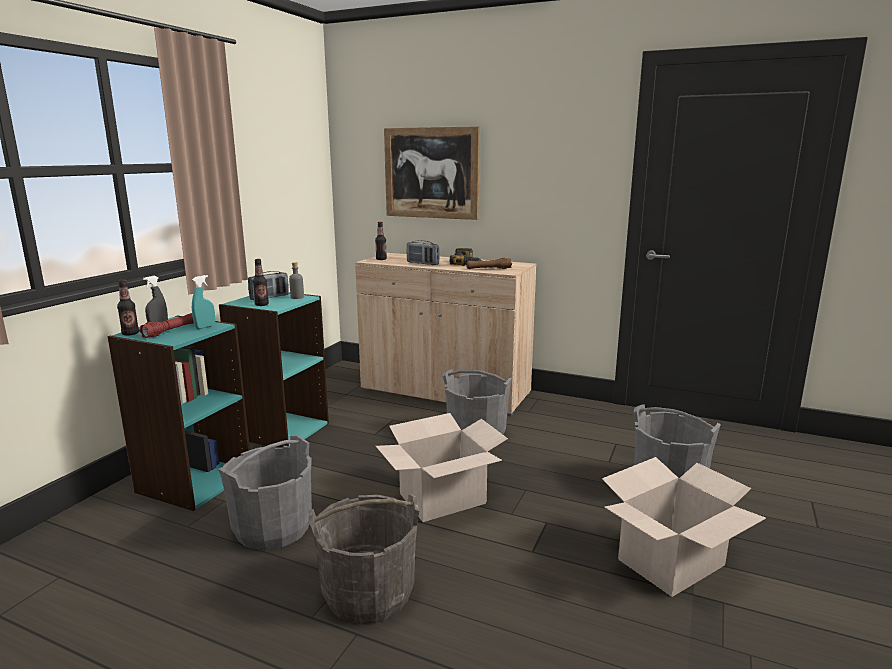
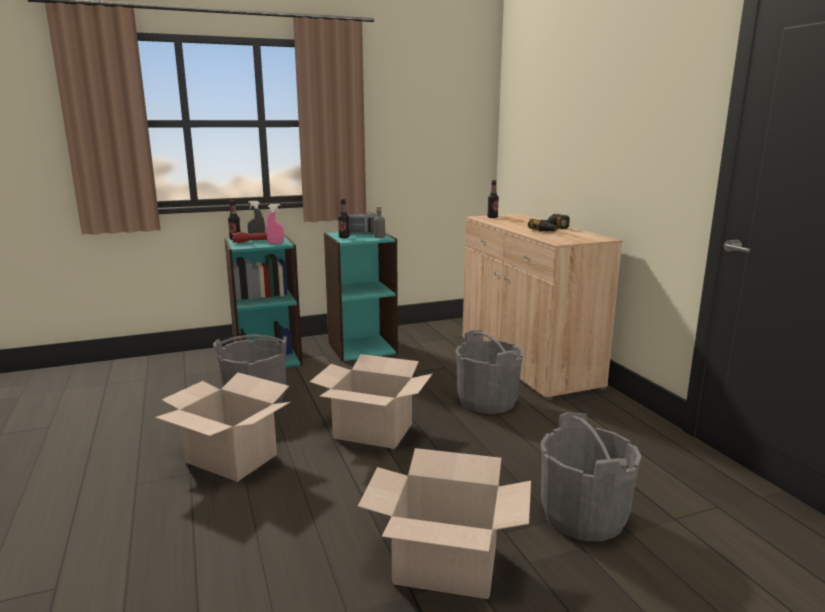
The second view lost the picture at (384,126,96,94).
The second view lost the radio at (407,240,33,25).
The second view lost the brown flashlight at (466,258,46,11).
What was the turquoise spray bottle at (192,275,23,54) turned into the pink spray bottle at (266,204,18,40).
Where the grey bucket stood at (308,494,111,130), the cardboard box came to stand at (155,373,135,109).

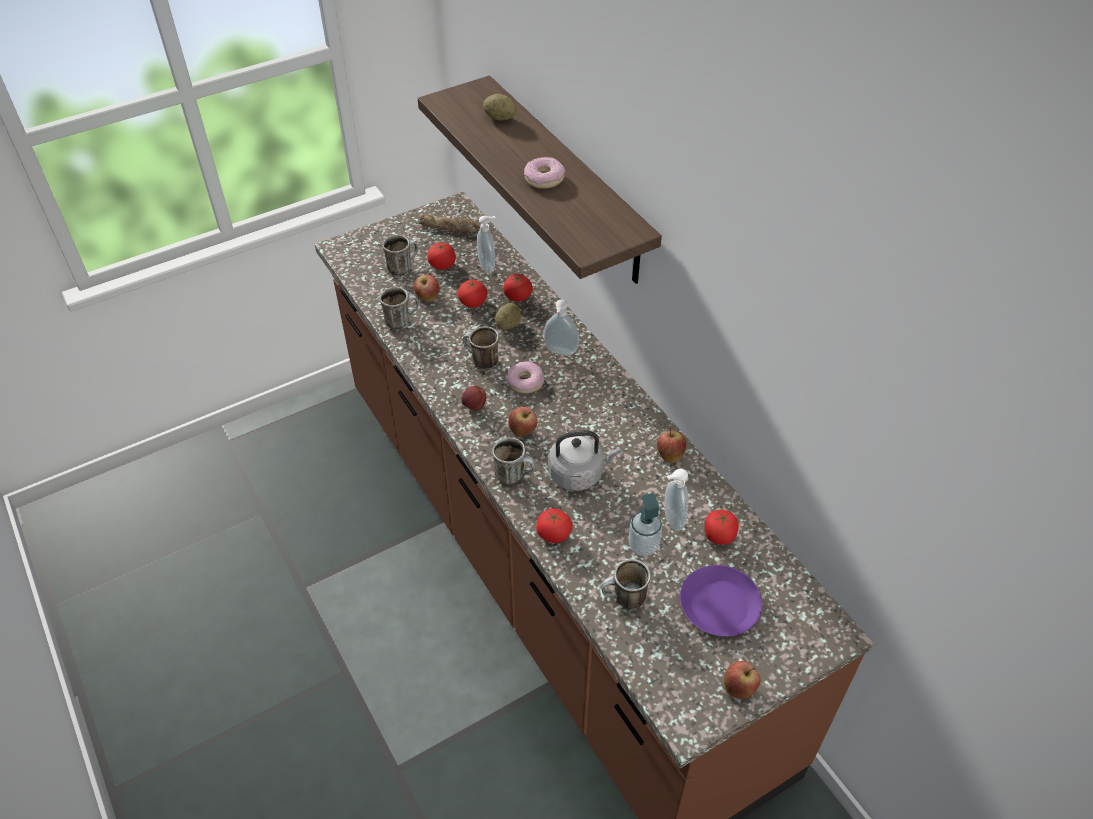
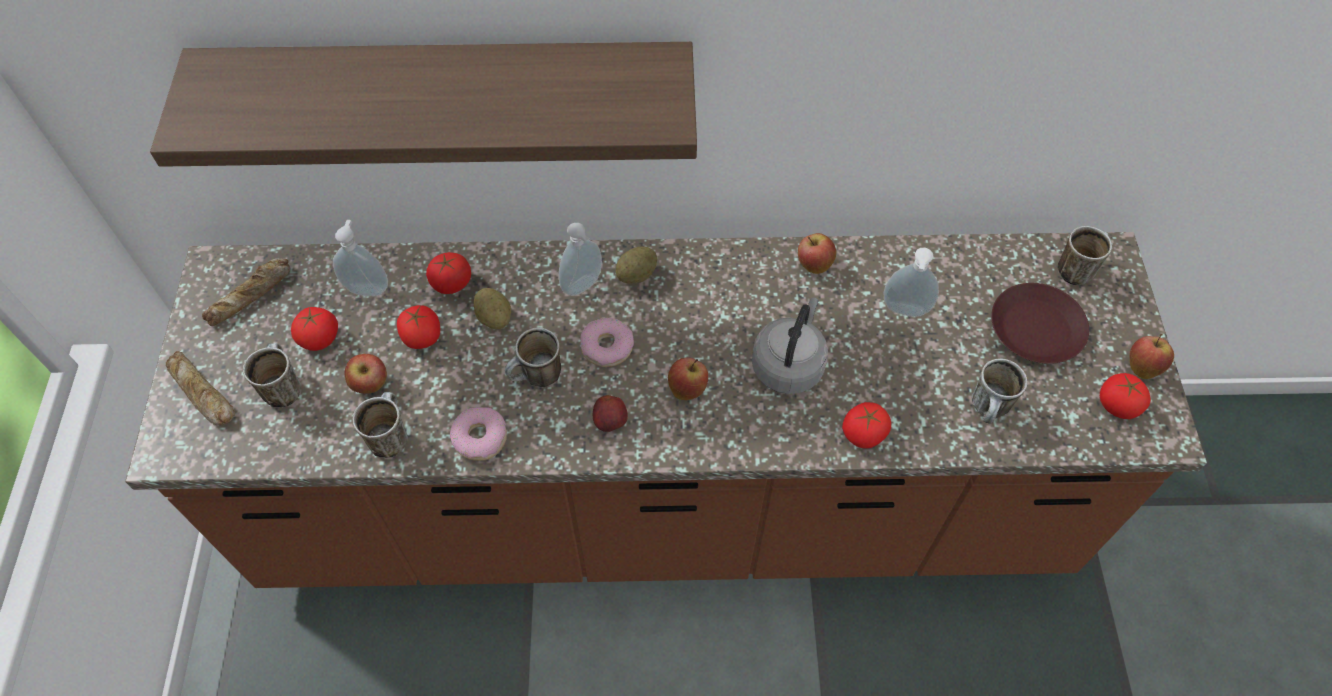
The potato ended up elsewhere, having gone from (483,94,34,27) to (616,246,41,38).
The donut ended up elsewhere, having gone from (524,157,41,32) to (450,407,57,54).
The mug ended up elsewhere, having gone from (492,437,44,47) to (1058,226,54,59).
The second view lost the soap dispenser at (628,493,34,63).
The tomato ended up elsewhere, having gone from (705,510,34,35) to (1100,373,51,46).
What was the purple plate at (680,565,82,71) turned into the brown plate at (991,283,98,81).
The second view gained the bread at (166,351,69,75).

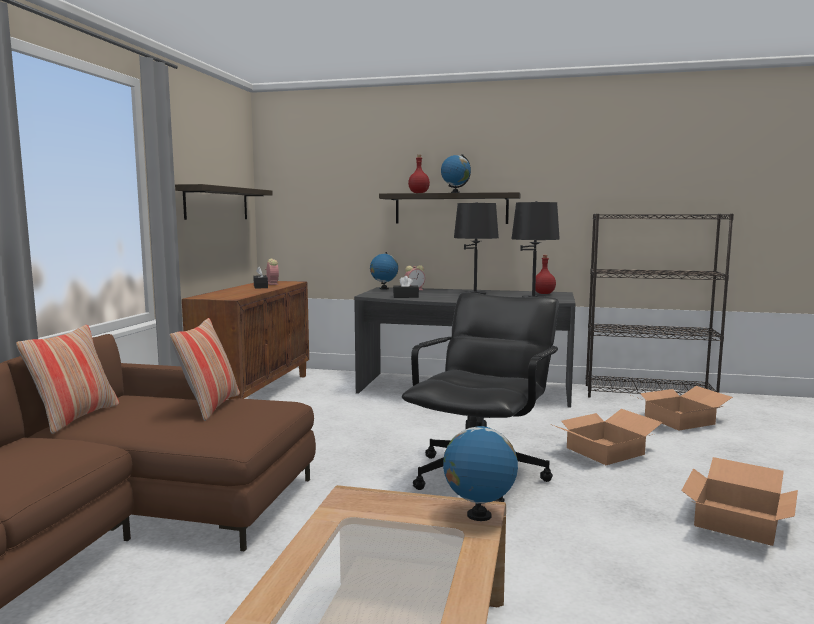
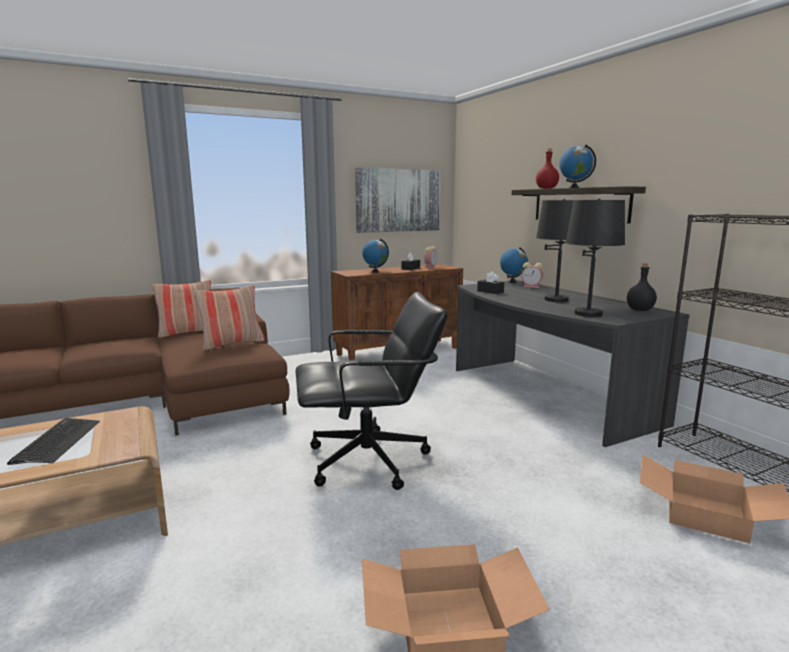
Where the shelf hung at (175,184,98,36), the picture came to hang at (355,168,86,65).
What was the red bottle at (535,255,21,39) turned into the black bottle at (627,263,30,48).
The second view lost the cardboard box at (553,409,110,56).
The globe ended up elsewhere, having gone from (443,420,75,101) to (362,239,27,34).
The second view gained the keyboard at (7,418,93,47).

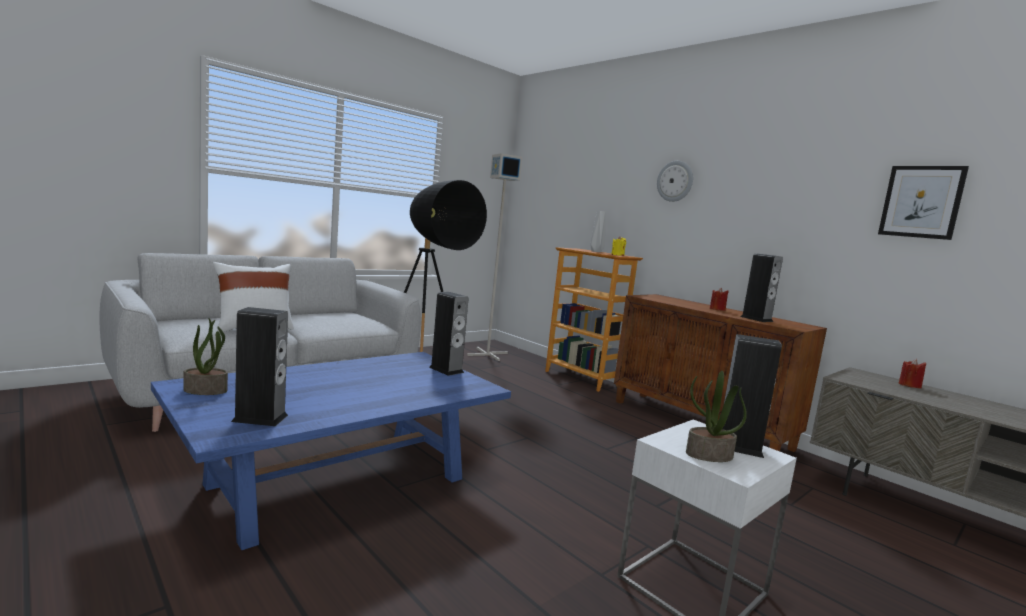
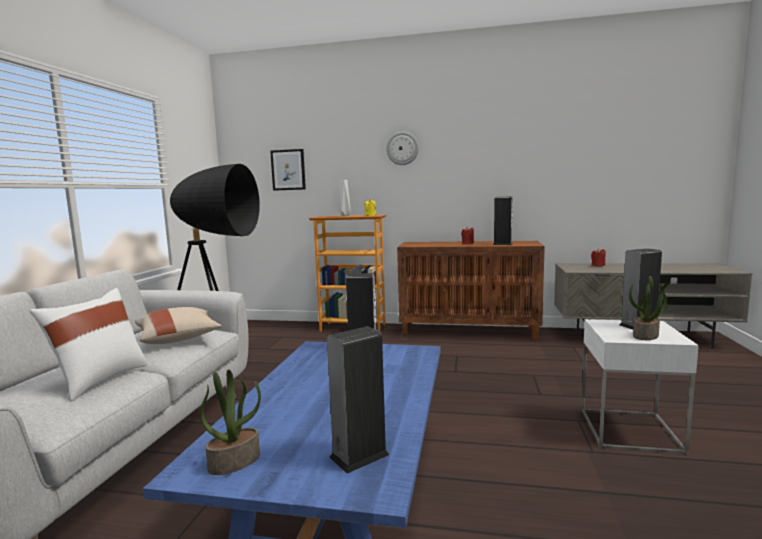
The second view lost the grey floor lamp at (467,153,55,208).
The picture ended up elsewhere, having gone from (878,166,91,74) to (270,149,36,42).
The second view gained the beige pillow at (135,307,87,37).

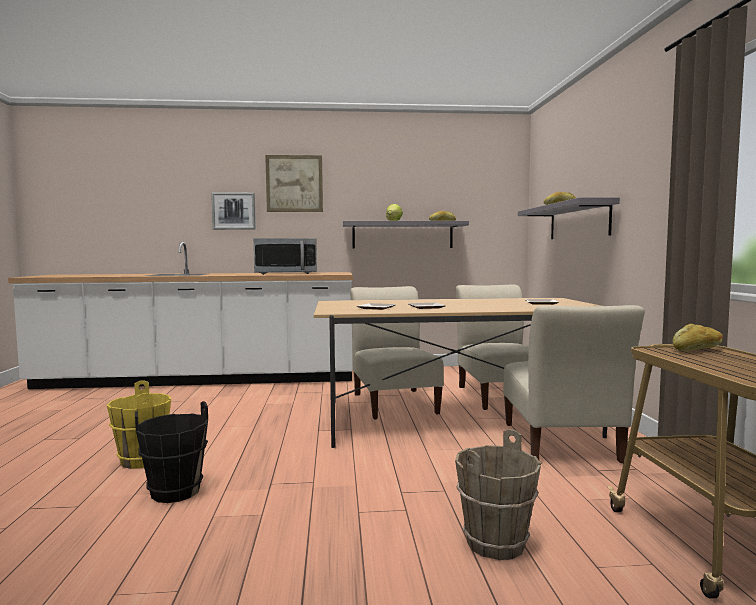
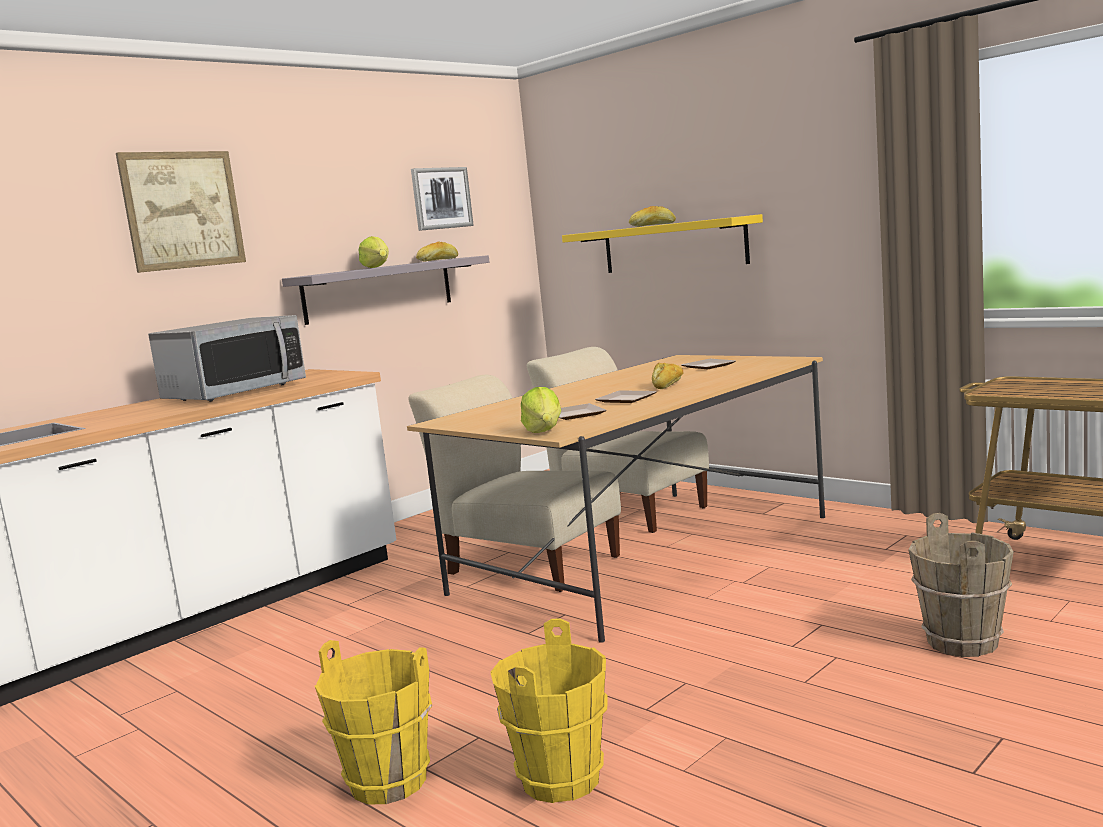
The picture ended up elsewhere, having gone from (211,192,45,38) to (411,167,63,64).
What was the grey shelf at (518,197,102,42) turned into the yellow shelf at (562,214,201,59).
The second view lost the beige chair at (503,305,142,158).
The bread ended up elsewhere, having gone from (672,323,51,28) to (652,363,31,26).
What was the black bucket at (135,401,73,102) turned into the yellow bucket at (490,619,118,184).
The second view gained the lettuce at (521,387,40,46).

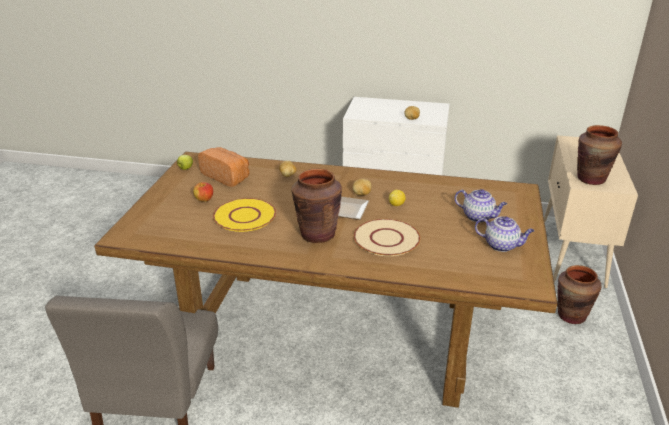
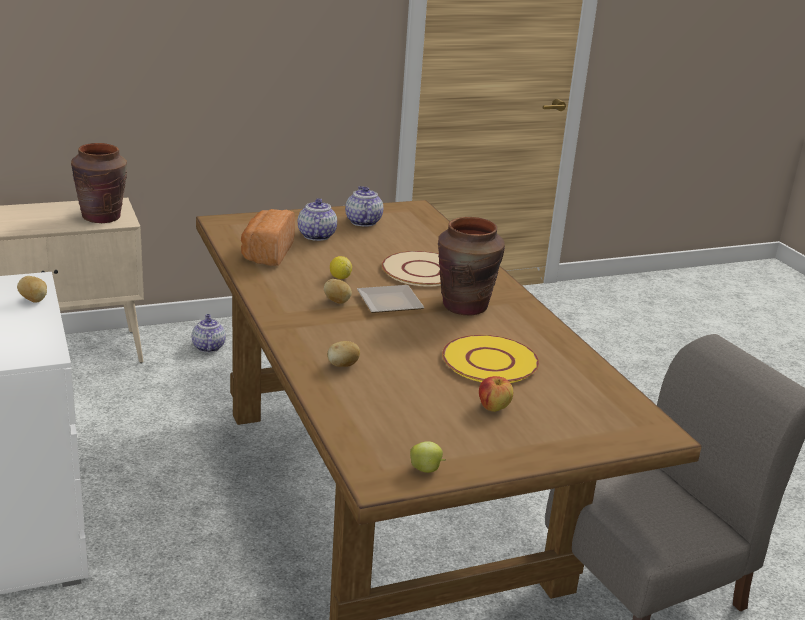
The bread ended up elsewhere, having gone from (198,147,51,40) to (241,209,54,57).
Where the brown vase stood at (557,265,45,59), the teapot came to stand at (192,314,34,38).

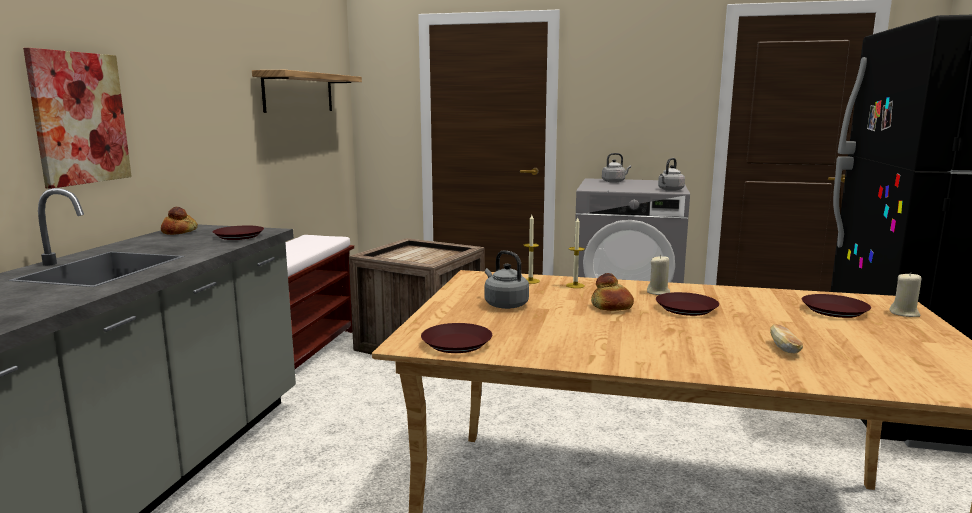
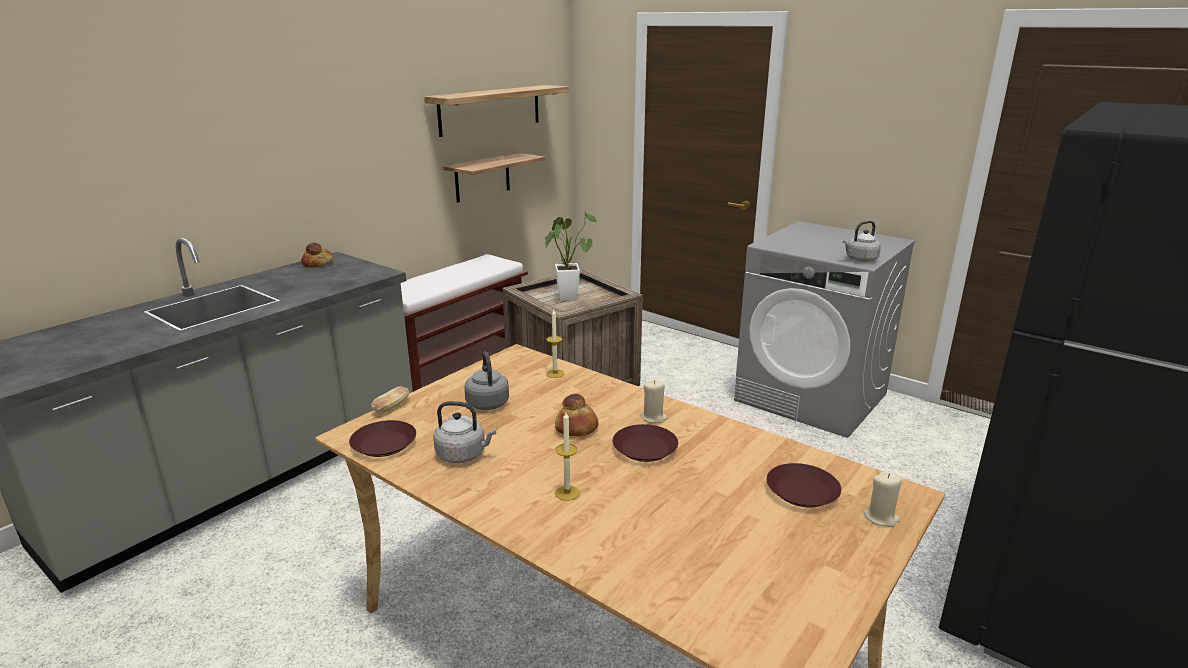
The second view lost the picture at (23,48,109,141).
The grey kettle ended up elsewhere, having gone from (602,153,29,30) to (433,401,63,62).
The candle ended up elsewhere, having gone from (566,218,19,70) to (555,412,25,89).
The second view lost the brown plate at (213,225,51,15).
The bread ended up elsewhere, having gone from (770,324,33,29) to (371,386,38,27).
The second view gained the shelf at (443,153,102,50).
The second view gained the potted plant at (545,211,52,90).

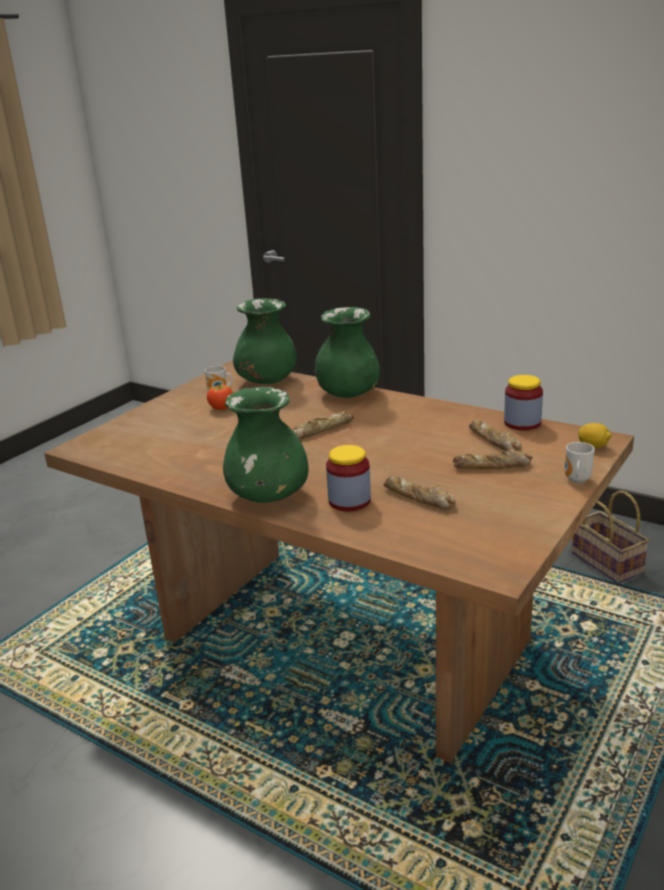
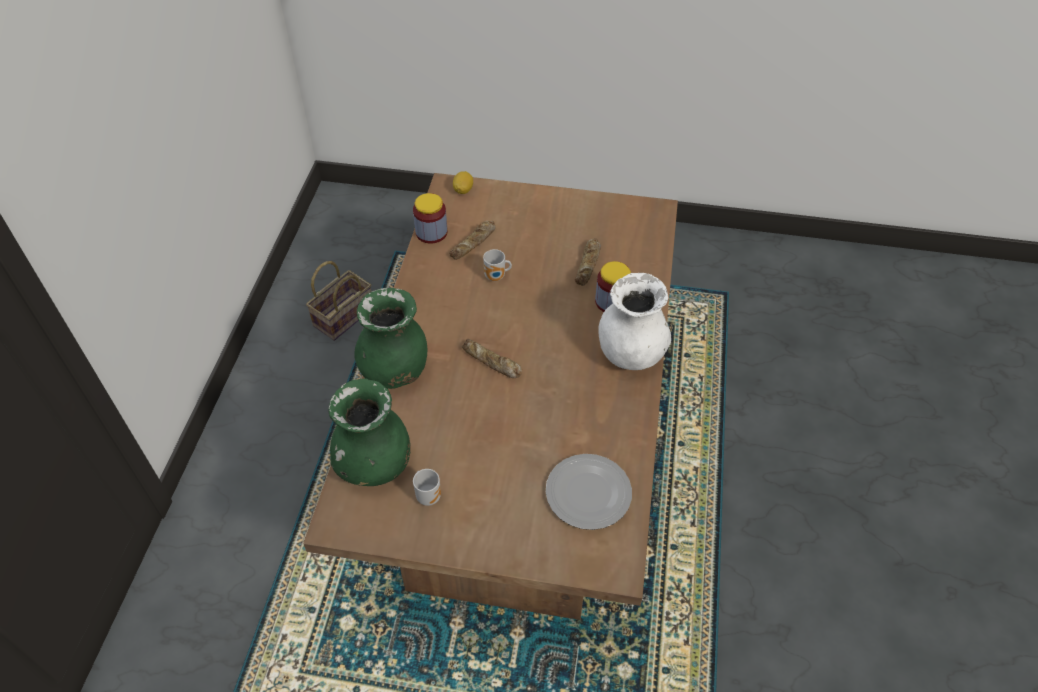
The second view lost the tomato at (205,384,28,26).
What was the green vase at (223,387,86,116) turned into the white vase at (598,273,73,97).
The mug ended up elsewhere, having gone from (565,442,30,41) to (483,249,29,32).
The second view lost the bread at (453,448,80,21).
The second view gained the plate at (546,454,86,76).

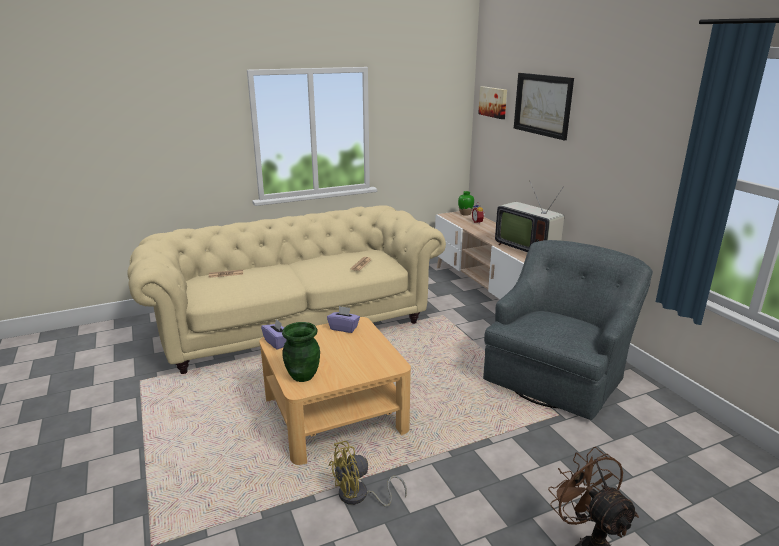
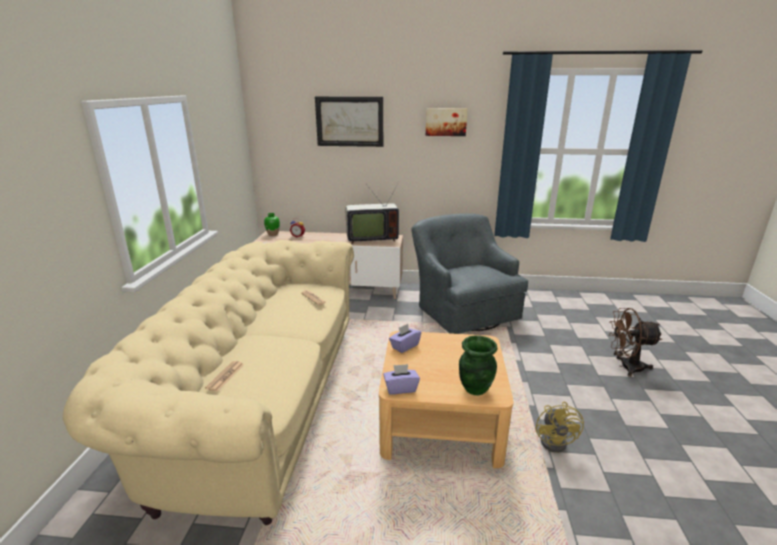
The picture ended up elsewhere, having gone from (478,86,29,33) to (426,108,41,28).

